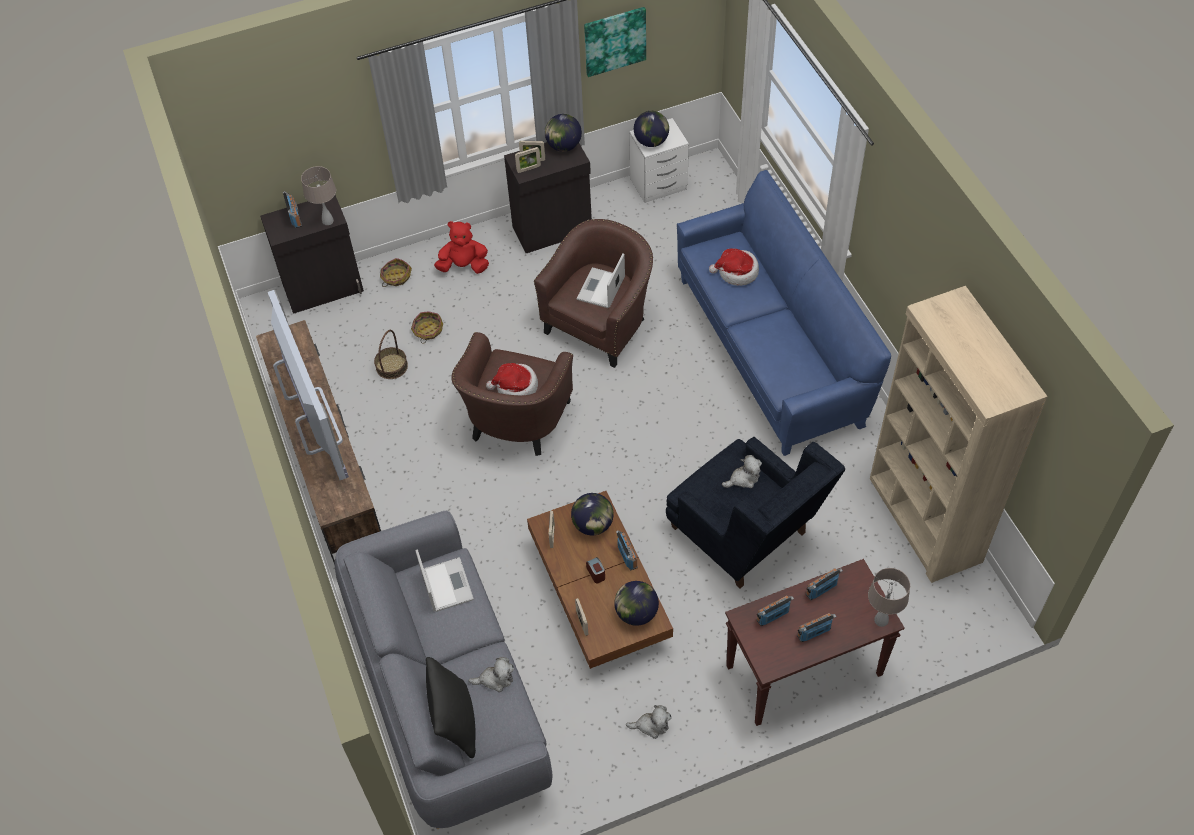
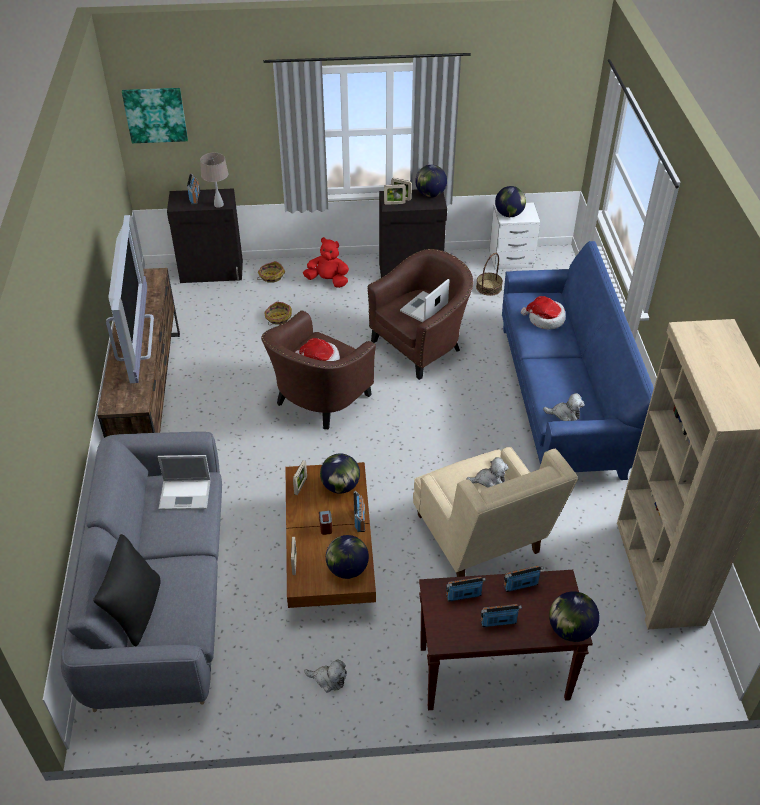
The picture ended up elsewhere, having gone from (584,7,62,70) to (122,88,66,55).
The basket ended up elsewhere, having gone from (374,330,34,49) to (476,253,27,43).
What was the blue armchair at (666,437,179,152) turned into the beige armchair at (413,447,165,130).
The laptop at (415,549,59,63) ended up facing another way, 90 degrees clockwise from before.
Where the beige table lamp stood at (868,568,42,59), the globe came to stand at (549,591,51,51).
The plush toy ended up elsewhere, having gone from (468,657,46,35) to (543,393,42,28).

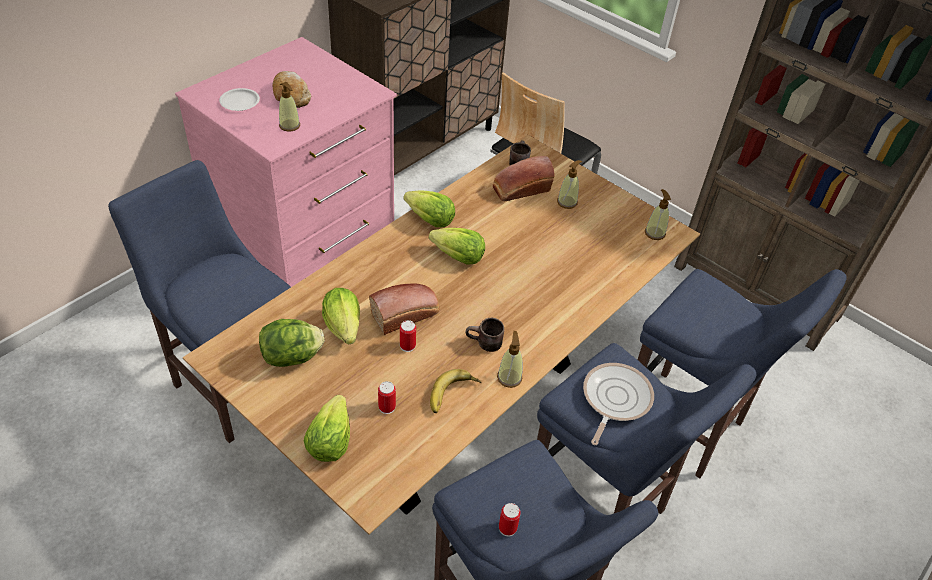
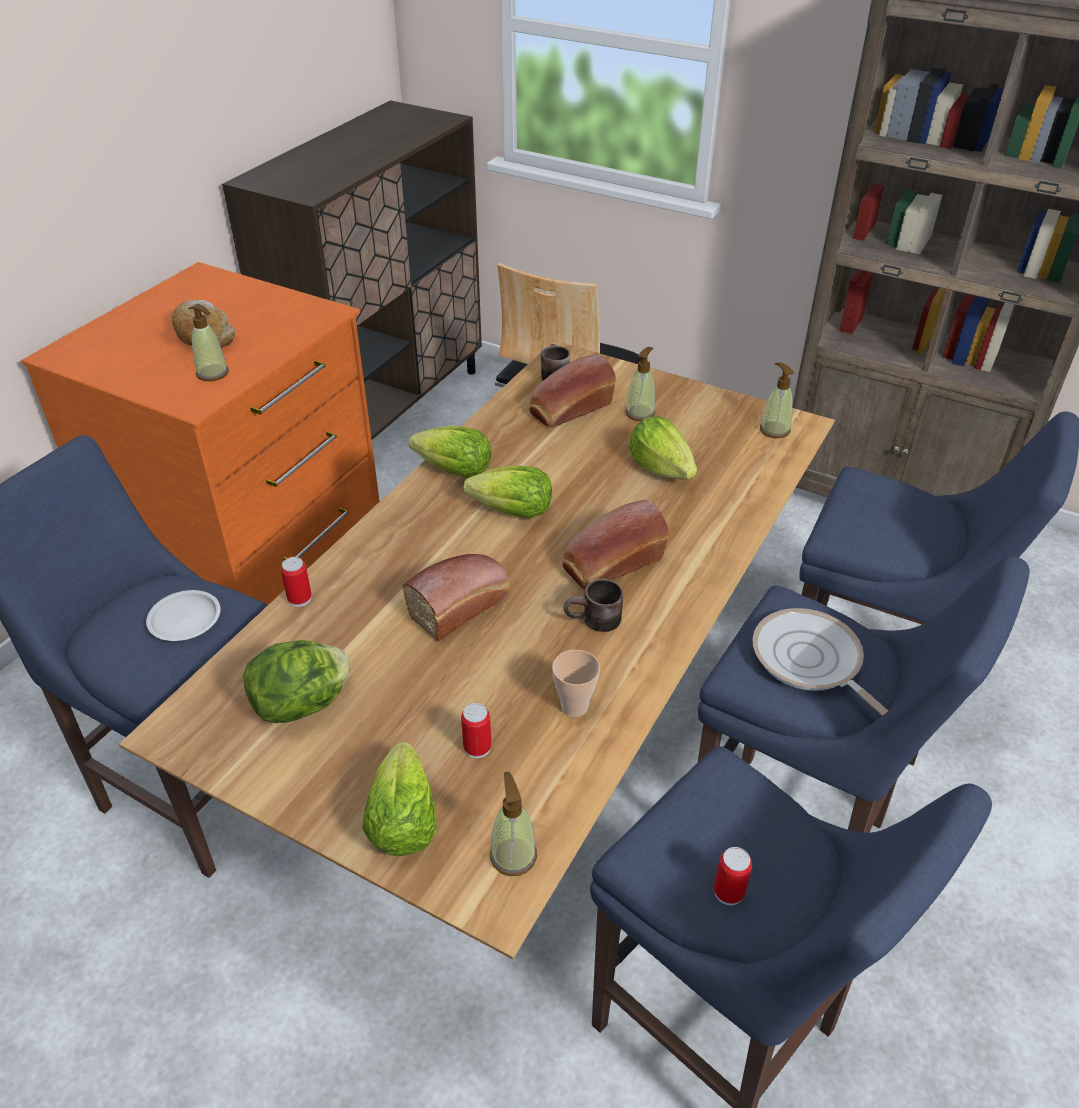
What was the pink dresser at (175,37,222,250) turned into the orange dresser at (21,262,359,343).
The white plate ended up elsewhere, having gone from (219,88,41,23) to (146,590,75,51).
The lettuce ended up elsewhere, having gone from (322,288,38,57) to (629,416,68,63).
The can ended up elsewhere, having gone from (400,320,16,32) to (281,557,31,50).
The soap dispenser ended up elsewhere, having gone from (497,331,26,57) to (490,771,47,105).
The frying pan at (583,363,71,82) ended up facing another way, 45 degrees counterclockwise from before.
Where the banana stood at (430,369,51,44), the cup came to stand at (552,650,48,67).
The second view gained the bread at (562,500,107,89).

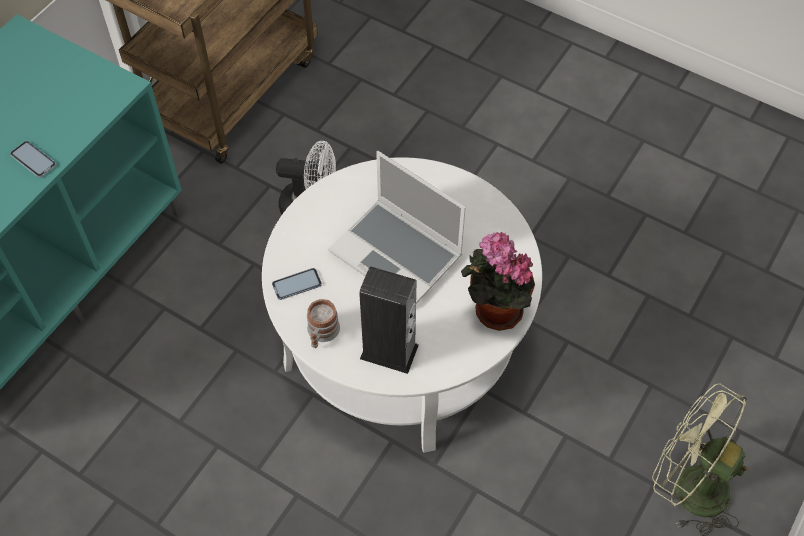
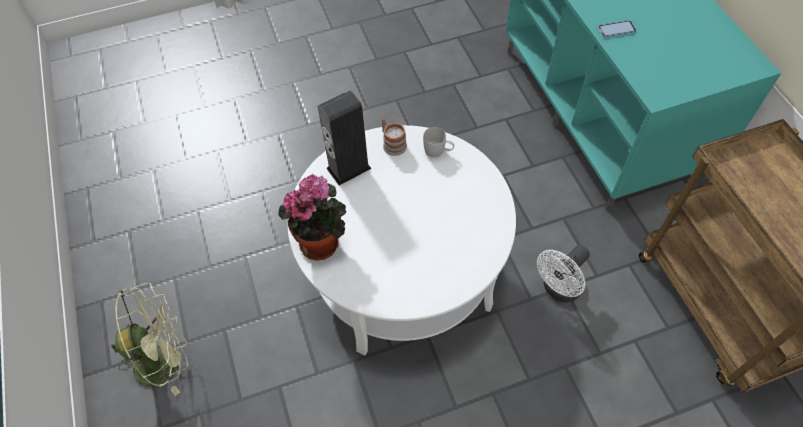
The second view lost the laptop at (328,151,138,153).
Where the phone stood at (272,268,50,32), the white mug came to stand at (423,127,31,31).

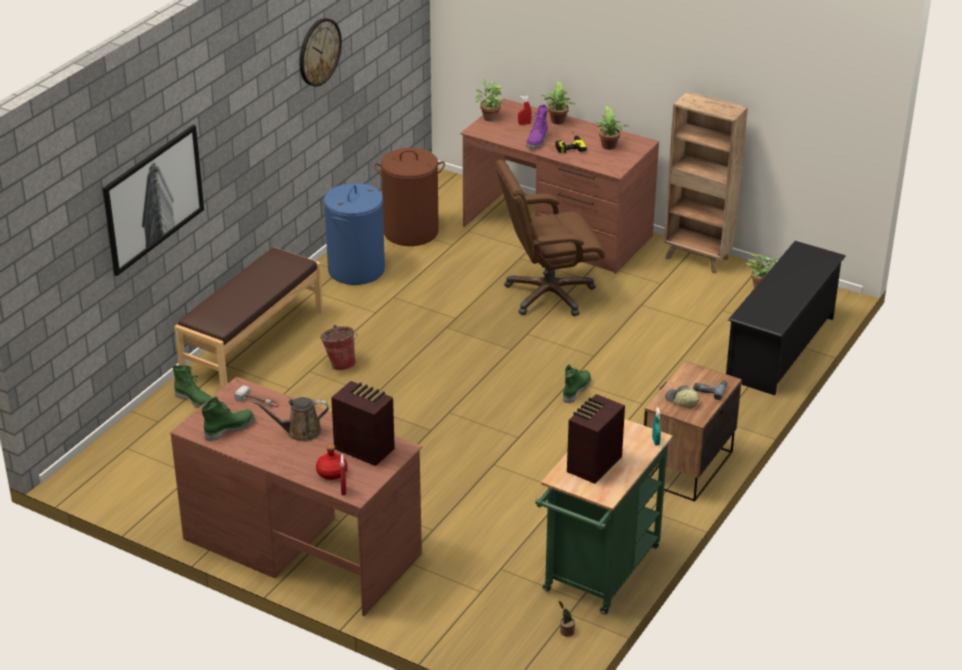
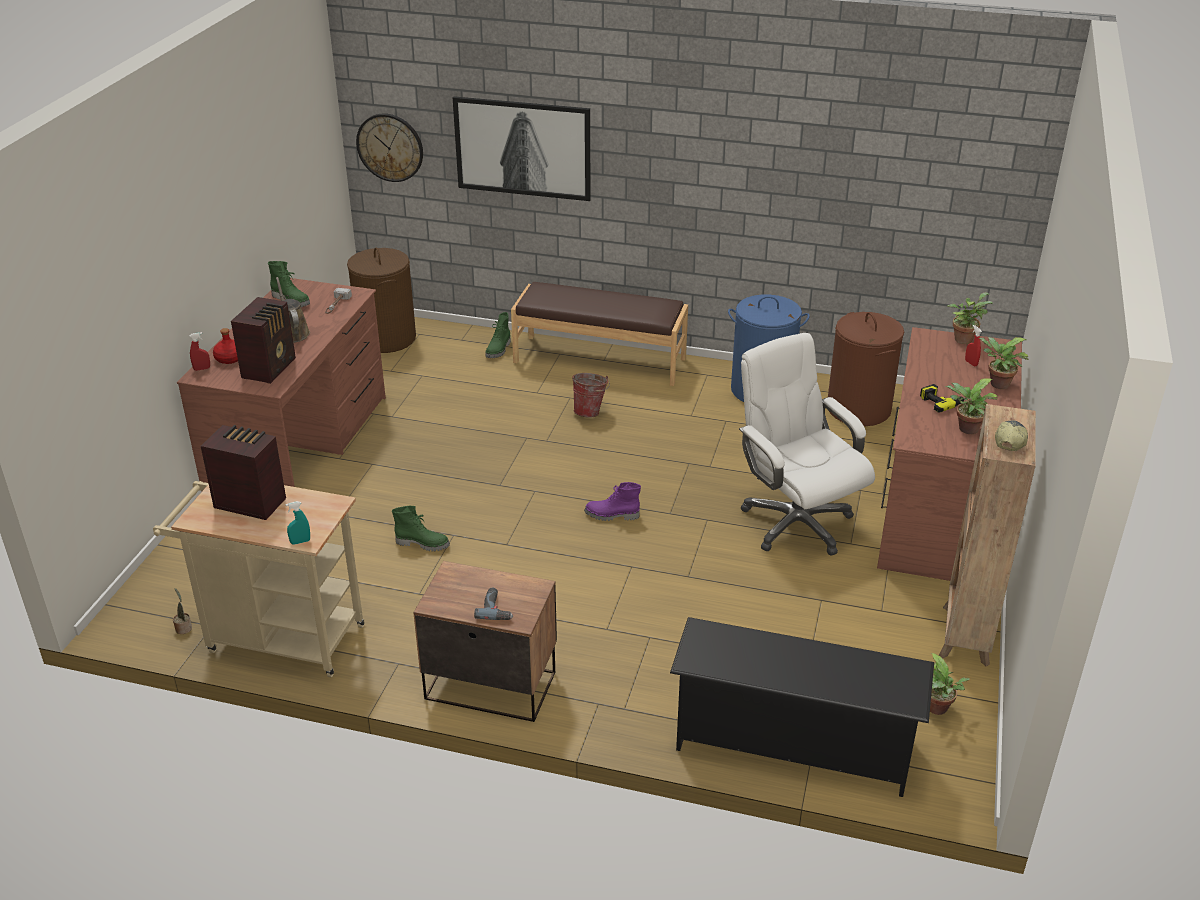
The wall clock ended up elsewhere, having gone from (299,18,43,68) to (356,113,67,69).
The purple boot ended up elsewhere, having gone from (526,105,22,44) to (584,482,57,39).
What was the brown office chair at (495,159,110,157) turned into the white office chair at (739,333,136,222).
The green boot ended up elsewhere, having gone from (563,364,28,39) to (392,506,58,45).
The cap ended up elsewhere, having gone from (665,386,34,23) to (995,421,33,30).
What was the green cart at (535,419,137,196) turned into the beige cart at (153,481,211,196).
The second view gained the brown laundry basket at (347,248,69,105).

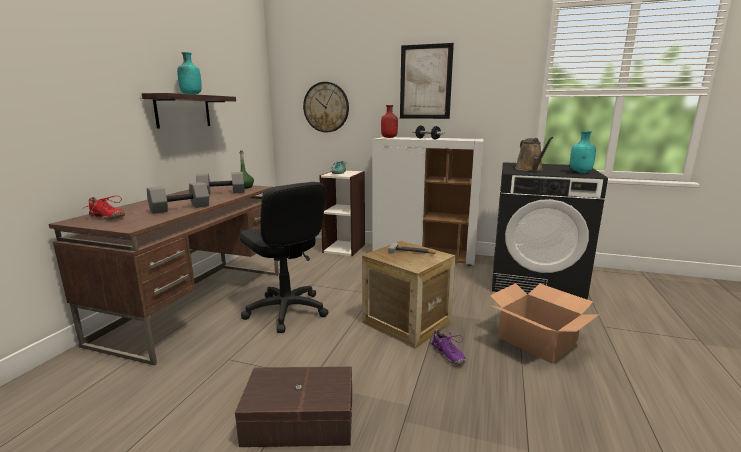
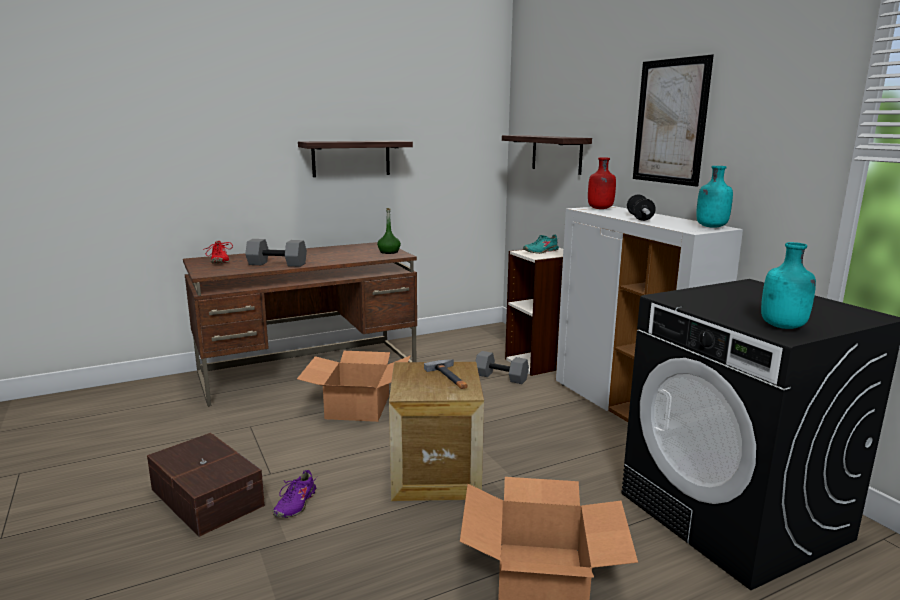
The turquoise bottle ended up elsewhere, having gone from (177,52,25,42) to (696,166,37,62).
Where the wall clock hung at (303,82,46,50), the shelf came to hang at (502,135,90,40).
The second view lost the brown watering can at (515,137,38,34).
The grey dumbbell ended up elsewhere, having gone from (196,172,49,23) to (475,351,54,33).
Where the black office chair stood at (239,182,89,151), the cardboard box came to stand at (297,351,114,71).
The purple shoe ended up elsewhere, having gone from (431,329,35,36) to (272,469,46,49).

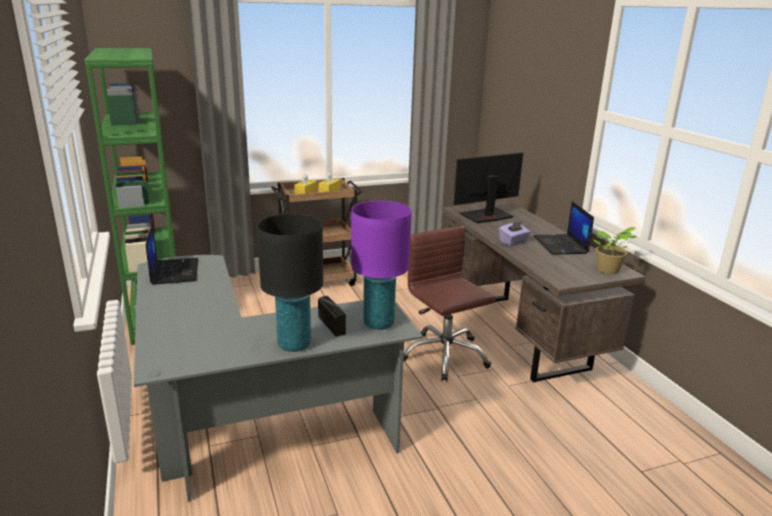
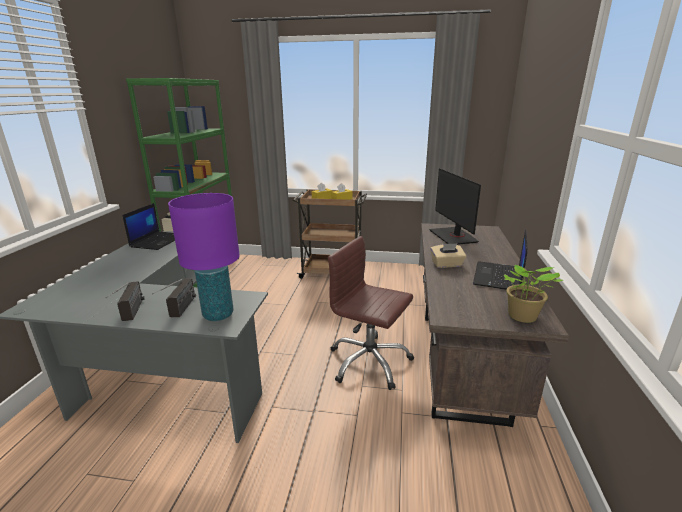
The monitor at (454,152,69,71) ended up facing another way, 105 degrees counterclockwise from before.
Where the black table lamp stood at (257,214,66,138), the radio came to stand at (106,281,38,40).
What was the purple tissue box at (498,221,33,25) turned into the beige tissue box at (431,244,35,24).
The brown office chair at (403,226,93,155) ended up facing another way, 60 degrees counterclockwise from before.

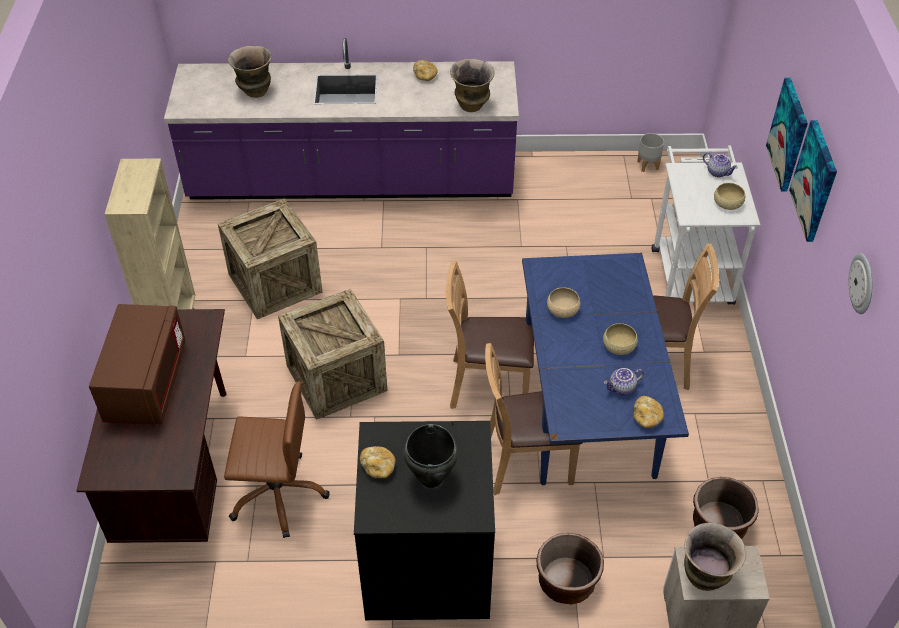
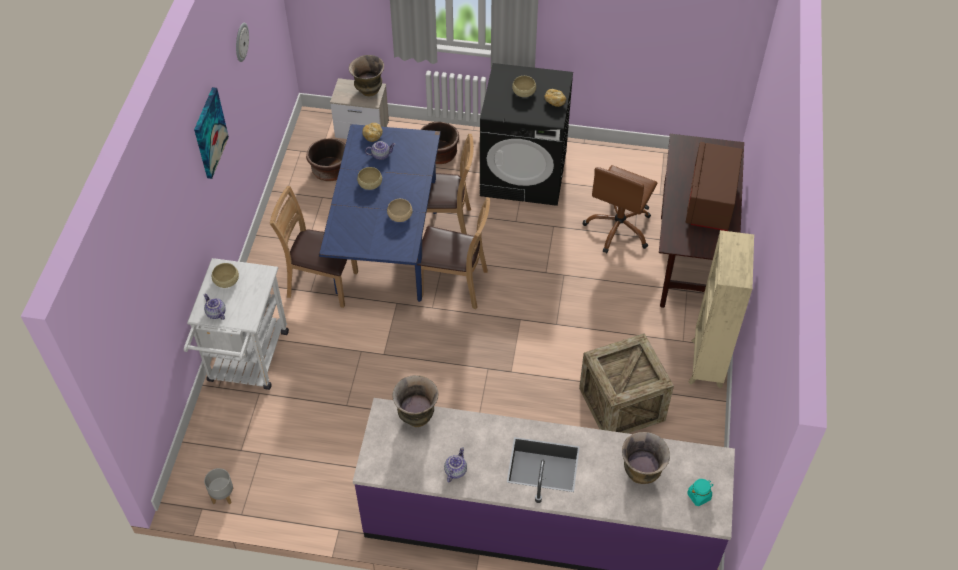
Where the bread stood at (413,60,24,21), the teapot came to stand at (444,447,23,36).
The second view lost the picture at (766,78,42,114).
The second view lost the crate at (278,289,109,131).
The brown office chair at (224,381,106,157) ended up facing another way, 75 degrees counterclockwise from before.
Where the black cooking pot stood at (403,424,55,64), the beige bowl came to stand at (512,76,24,21).
The second view gained the turquoise jar at (687,479,26,27).

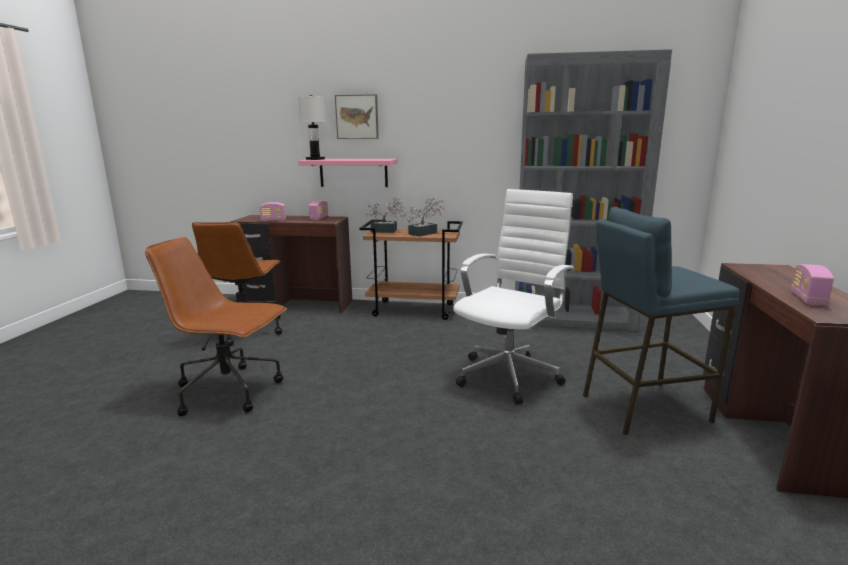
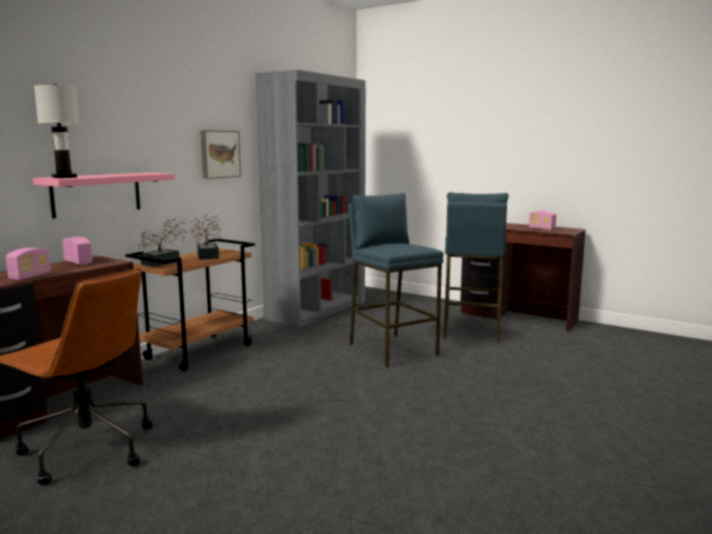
The picture ended up elsewhere, having gone from (335,94,44,45) to (200,130,41,49).
Where the white office chair stood at (453,189,121,216), the blue stool came to stand at (348,193,96,174).
The second view lost the brown office chair at (145,237,142,179).

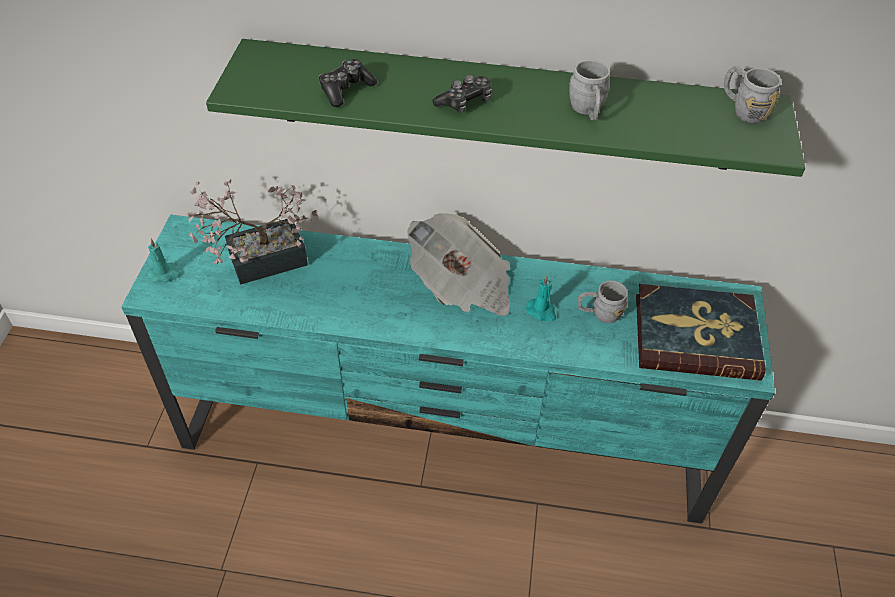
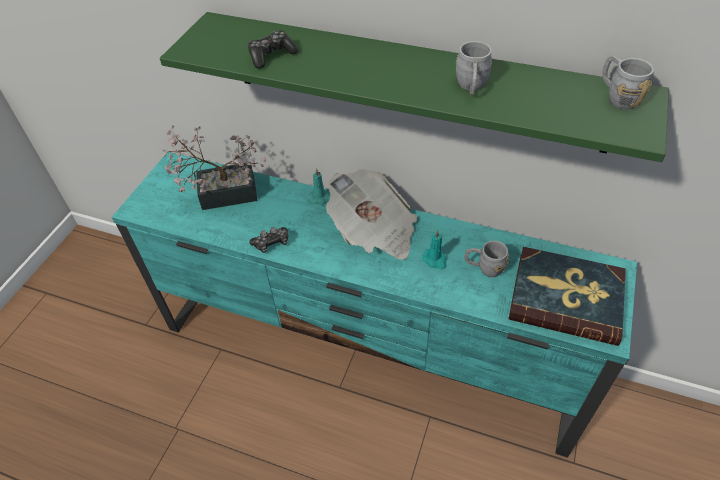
The game controller ended up elsewhere, having gone from (433,75,59,38) to (249,227,39,26).
The turquoise candle ended up elsewhere, having gone from (148,238,33,45) to (308,168,22,37).

